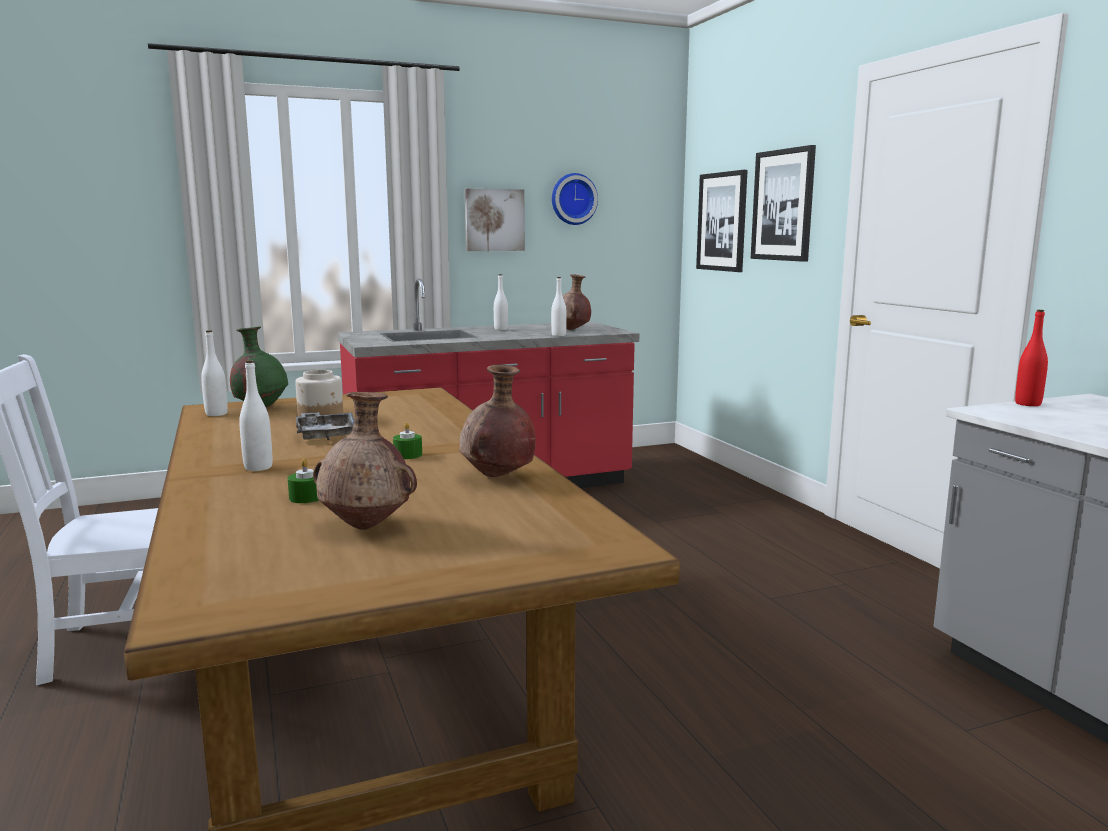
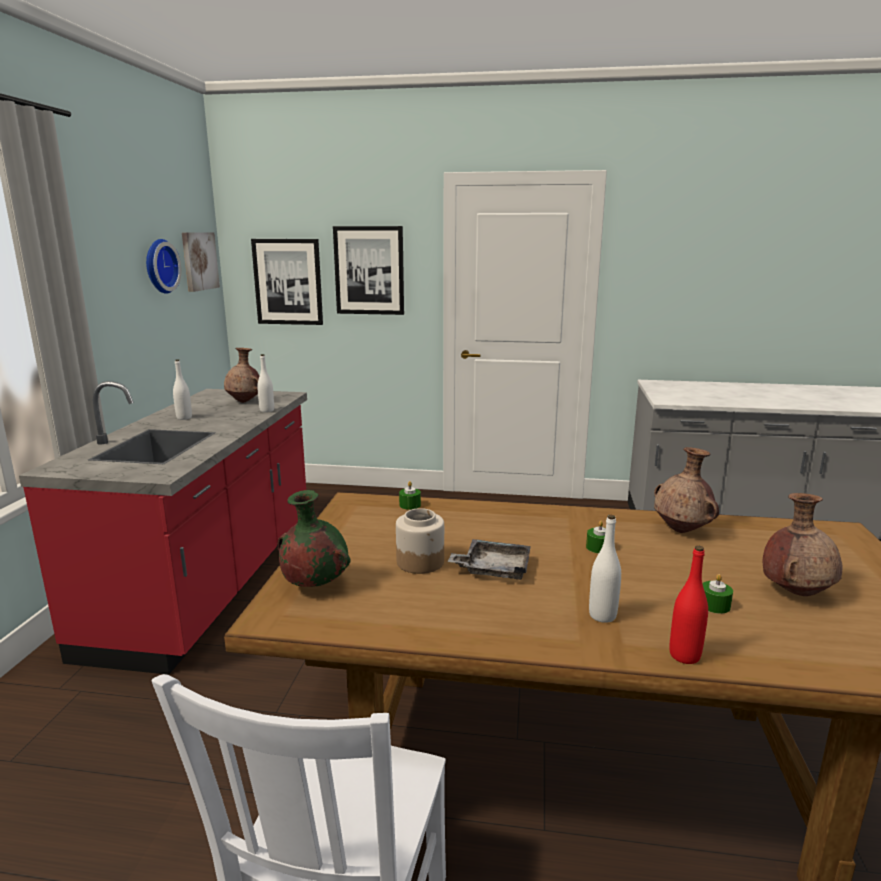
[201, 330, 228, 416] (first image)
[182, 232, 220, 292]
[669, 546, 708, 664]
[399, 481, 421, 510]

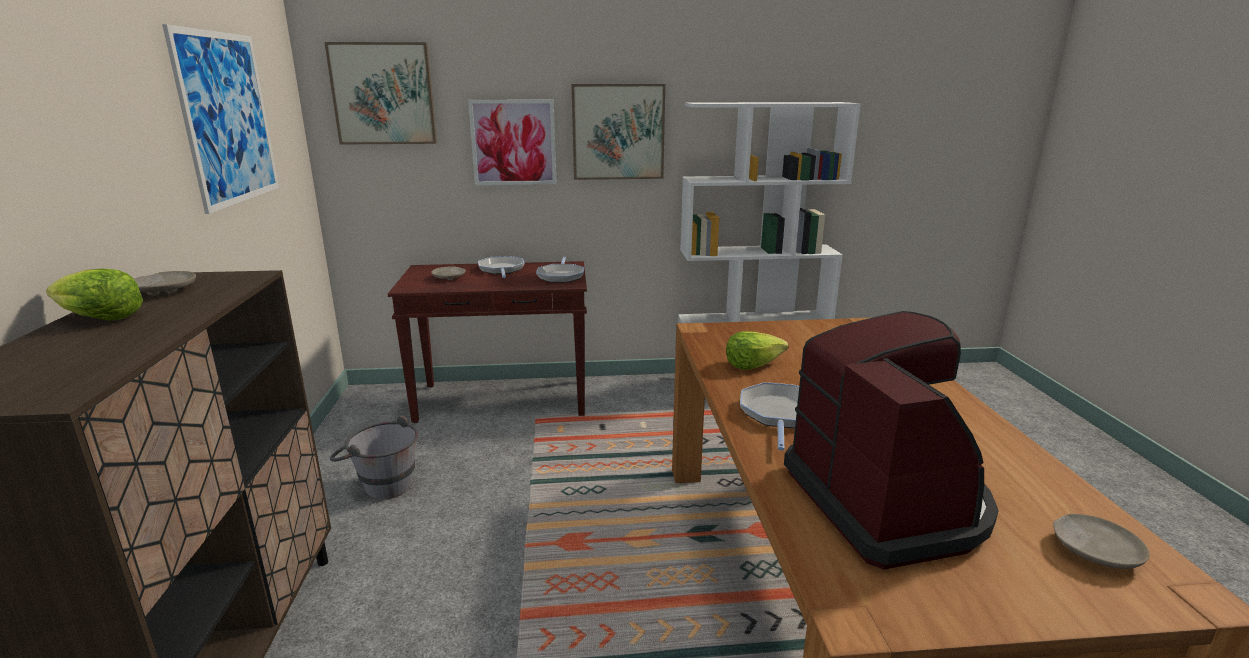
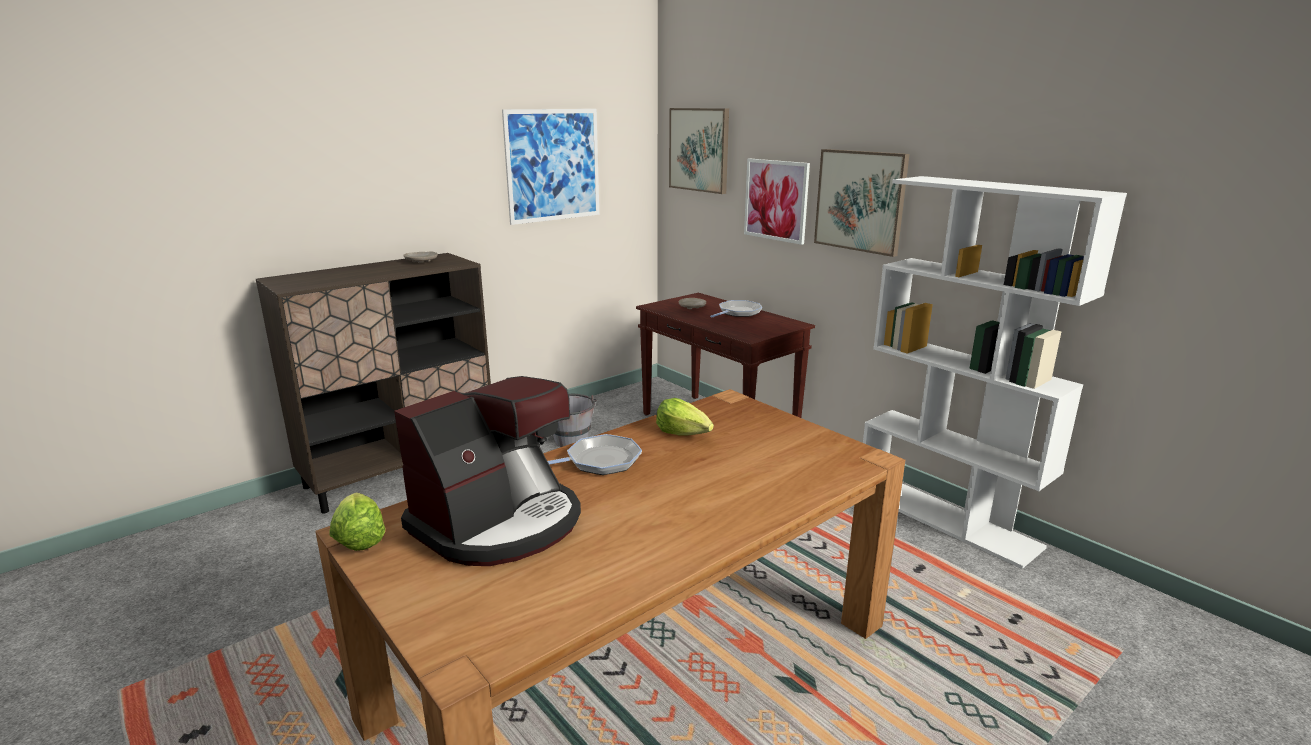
[330, 493, 385, 551]
[536, 257, 584, 283] (first image)
[1053, 514, 1149, 569] (first image)

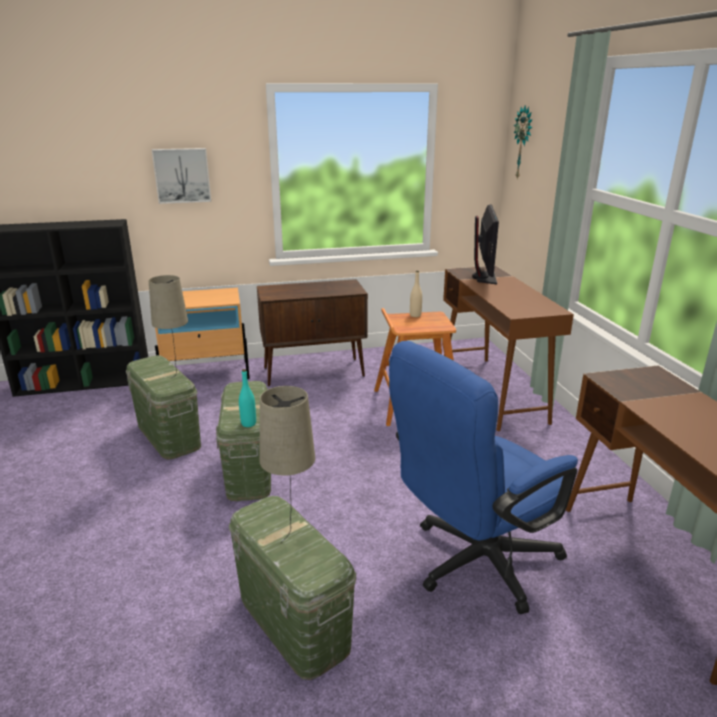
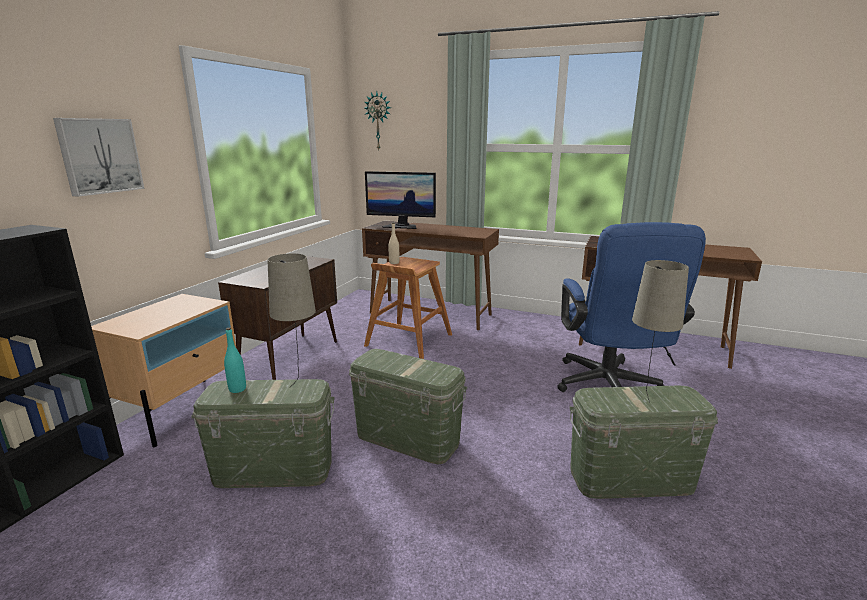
[224, 327, 246, 393]
[365, 171, 436, 229]

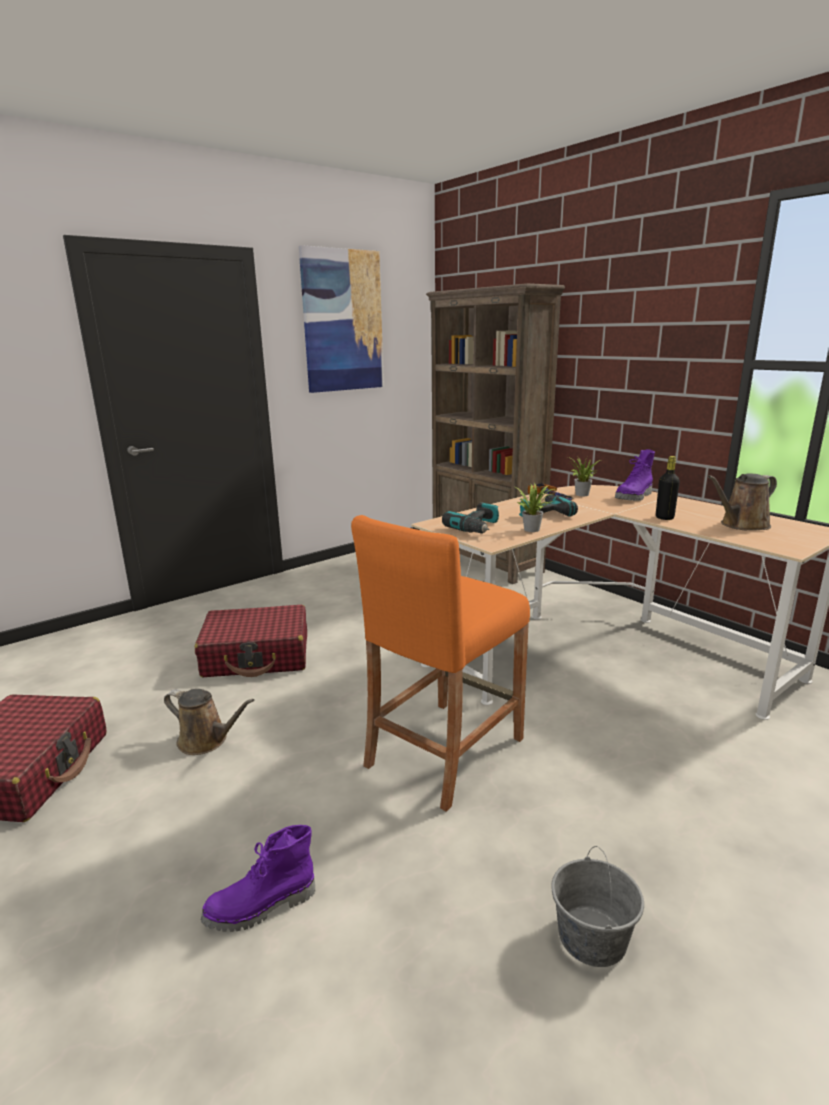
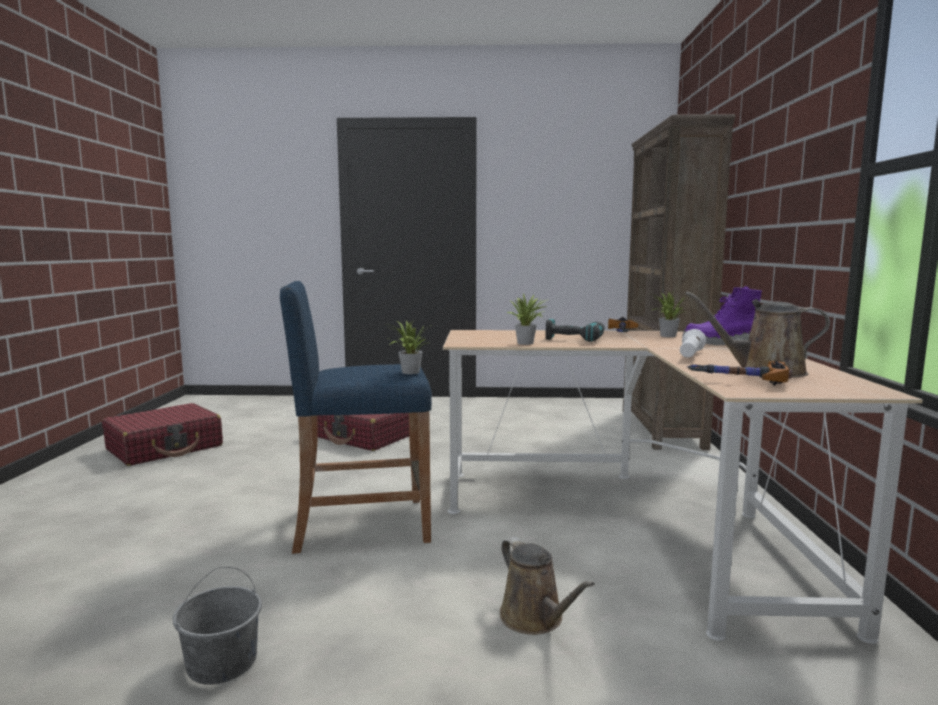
[500, 537, 595, 635]
[201, 825, 315, 932] (first image)
[299, 245, 384, 393] (first image)
[280, 281, 432, 554]
[442, 502, 499, 534] (first image)
[680, 329, 706, 358]
[387, 321, 428, 374]
[687, 360, 792, 386]

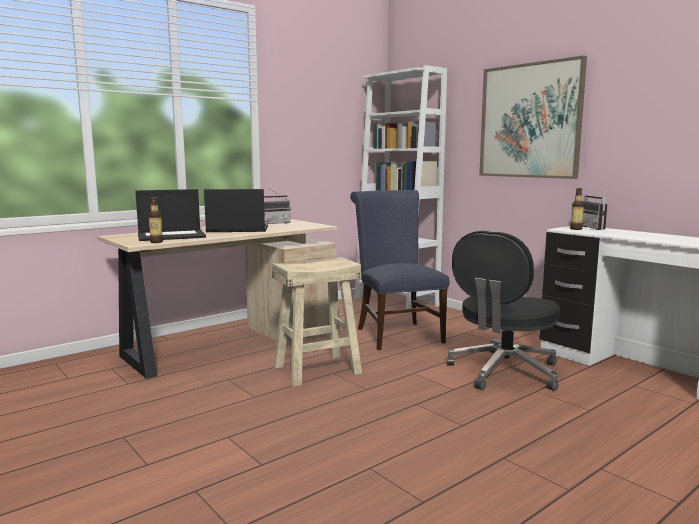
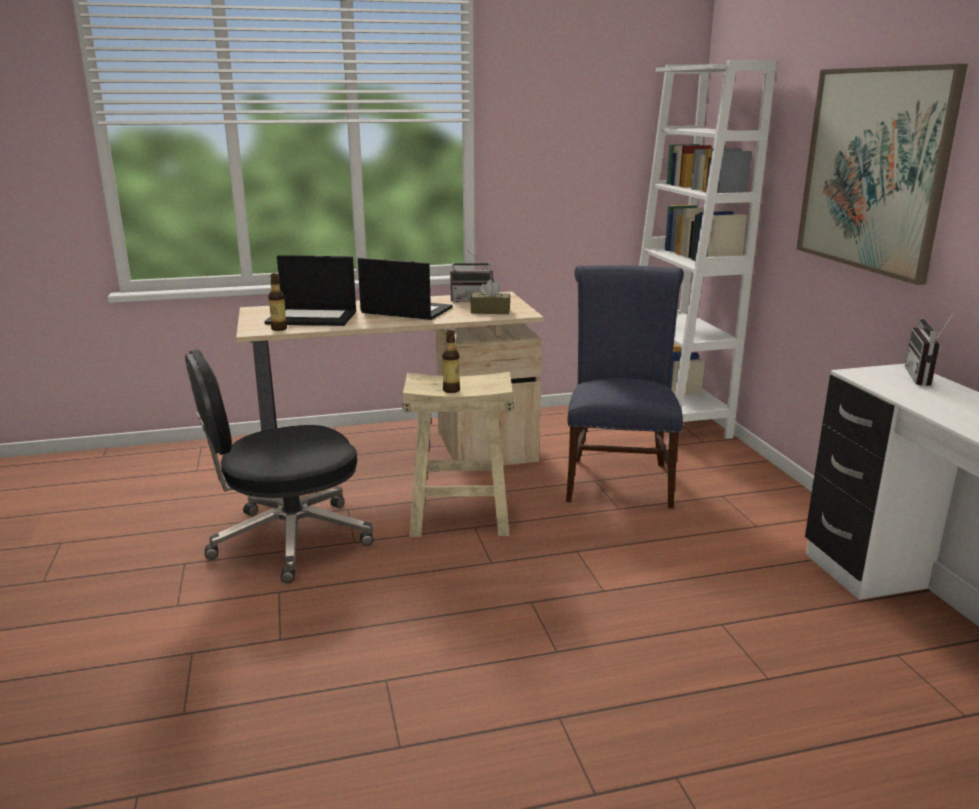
[185, 349, 373, 583]
[442, 330, 460, 393]
[470, 280, 510, 314]

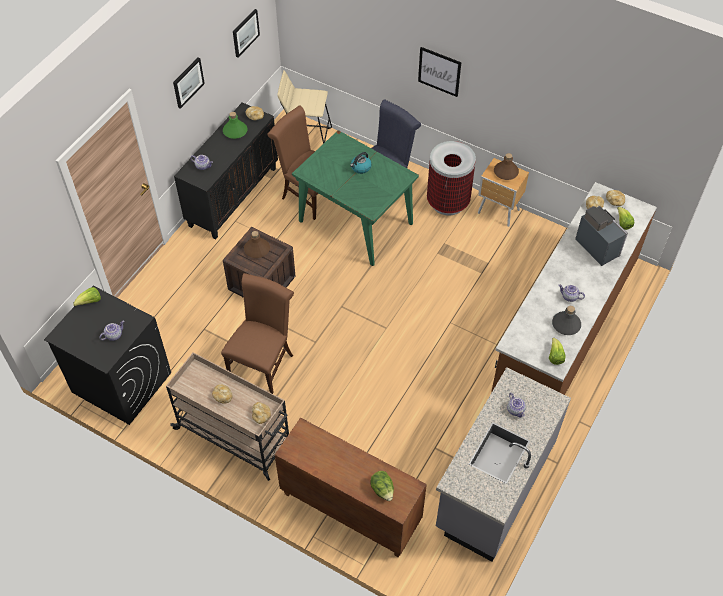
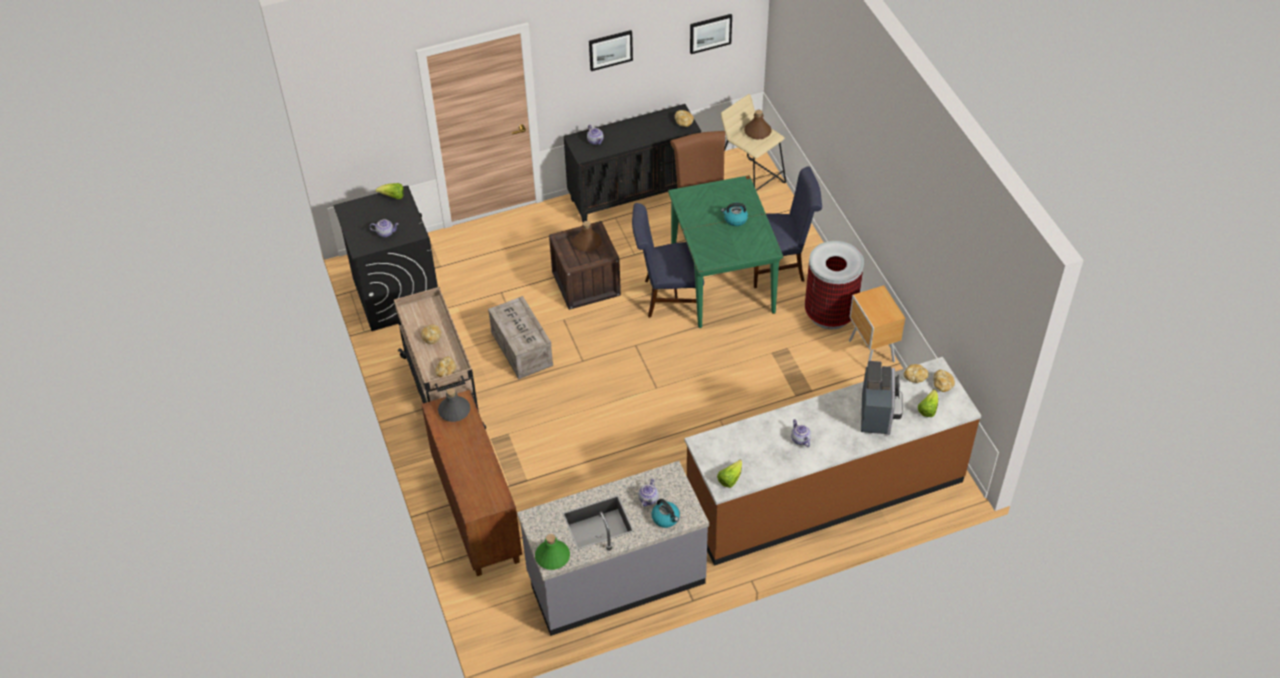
[488, 296, 553, 379]
[535, 534, 570, 570]
[370, 471, 394, 501] (first image)
[418, 47, 461, 97] (first image)
[744, 110, 772, 140]
[438, 388, 470, 422]
[632, 203, 704, 318]
[651, 499, 680, 528]

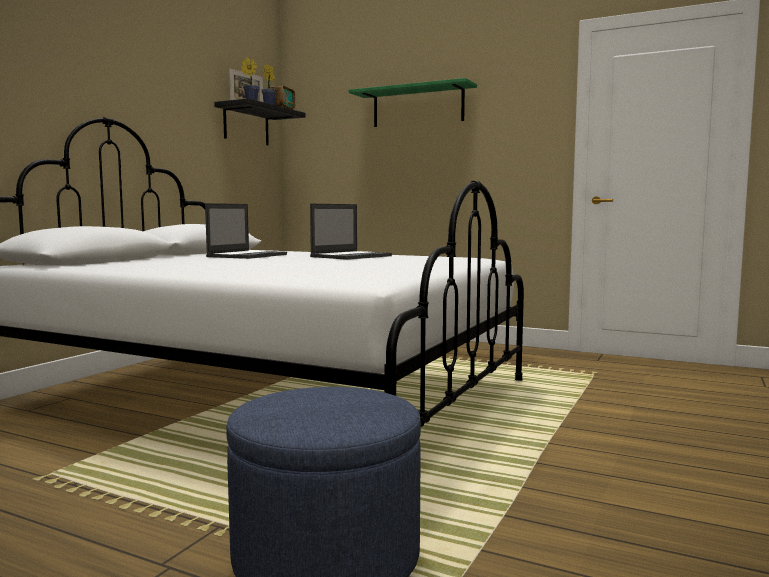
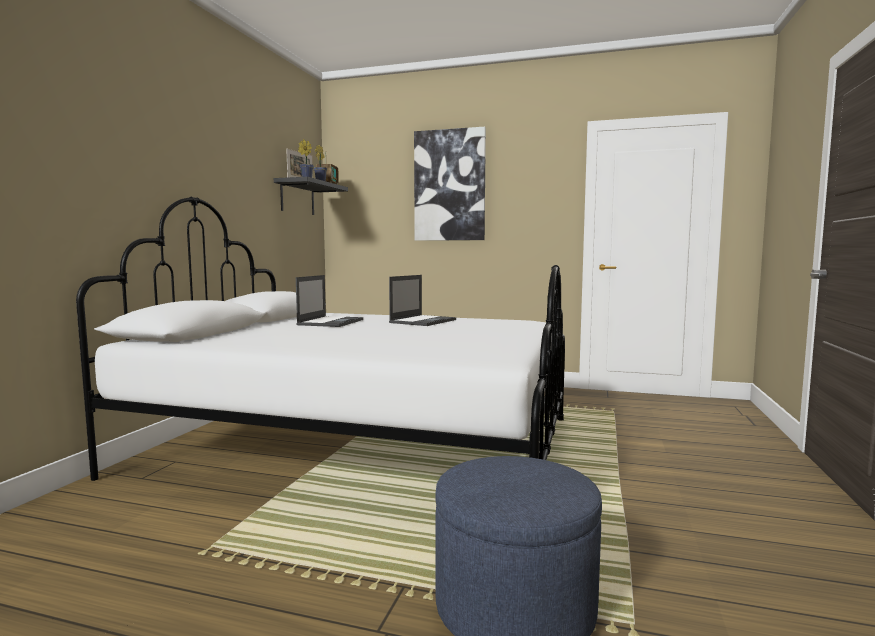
[414, 127, 486, 241]

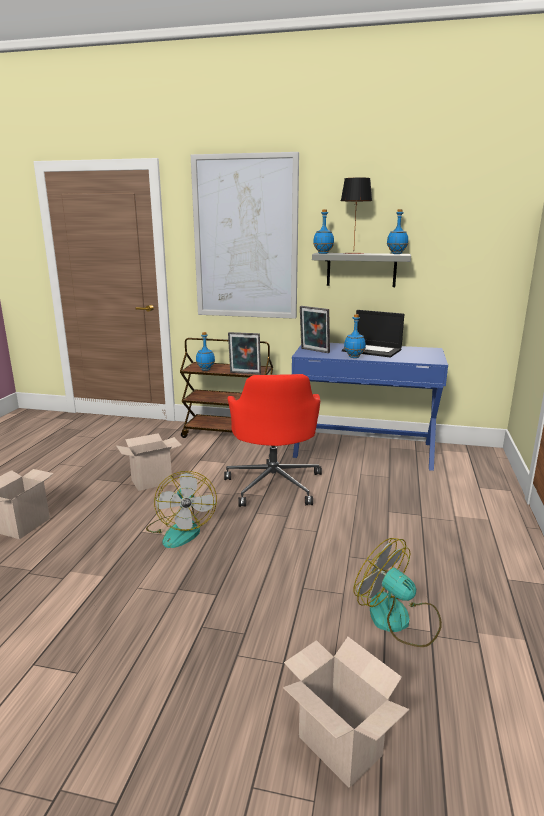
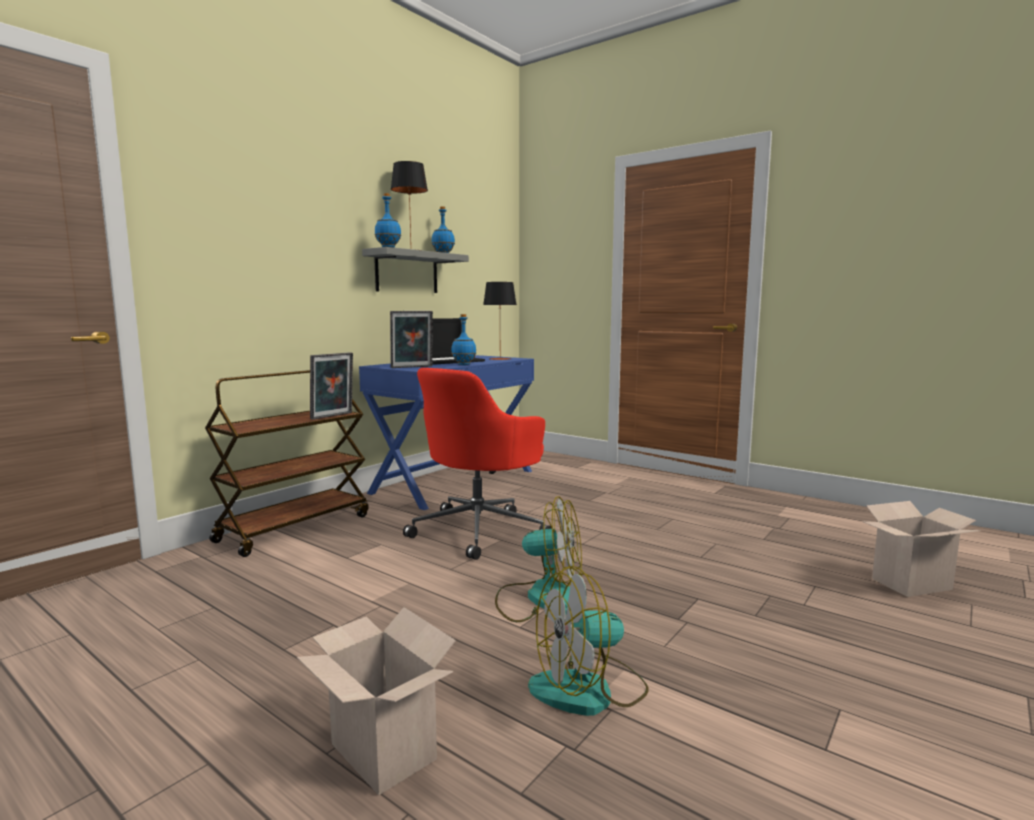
[116, 433, 181, 491] (first image)
[191, 152, 299, 319] (first image)
[196, 332, 215, 371] (first image)
[403, 368, 552, 560]
[528, 566, 649, 716]
[483, 282, 516, 360]

